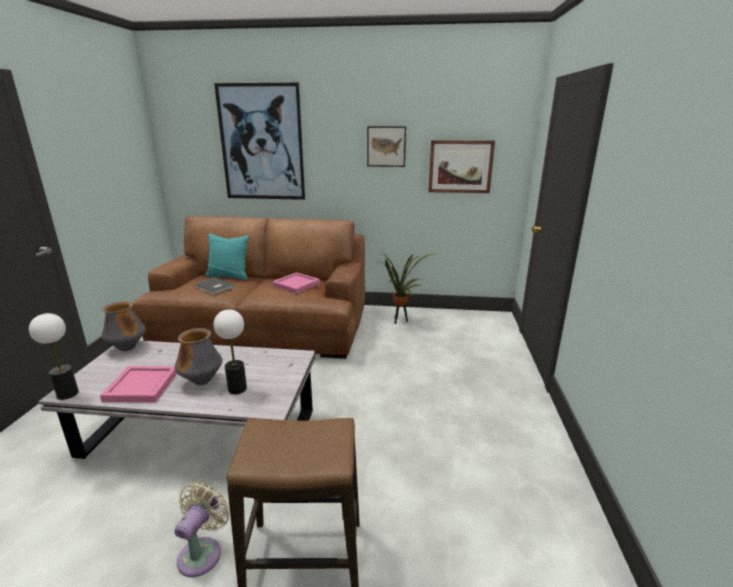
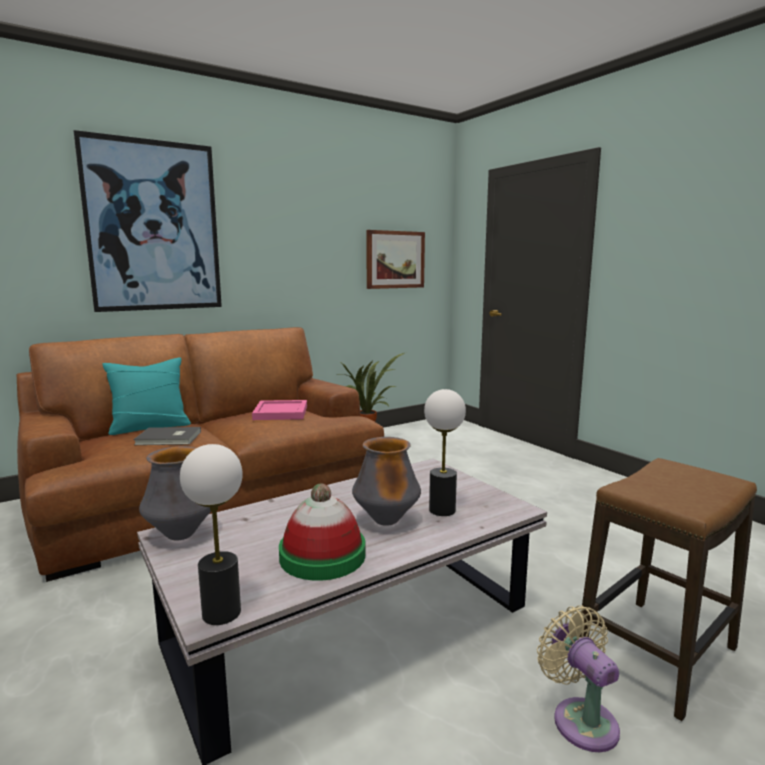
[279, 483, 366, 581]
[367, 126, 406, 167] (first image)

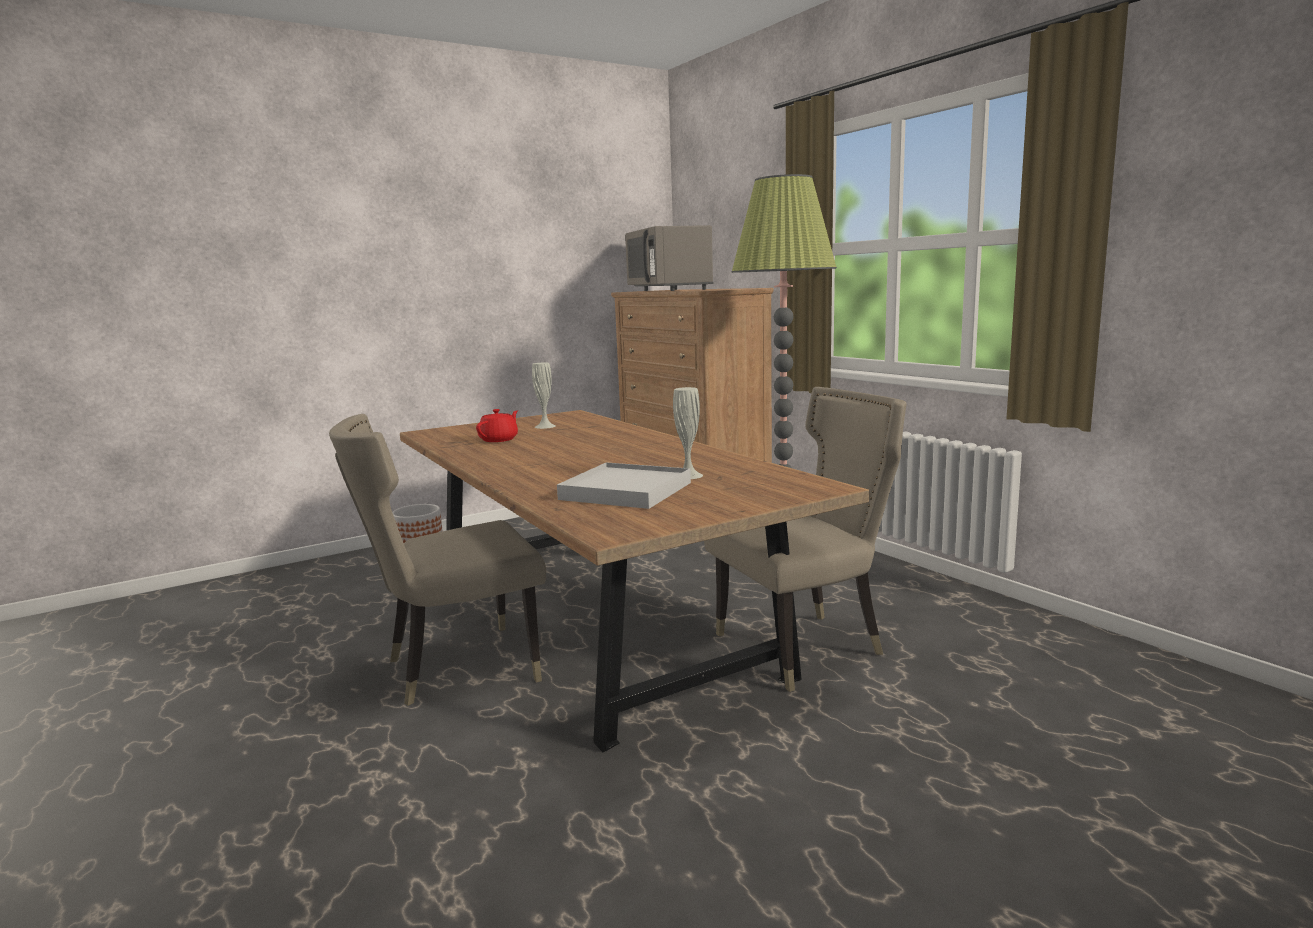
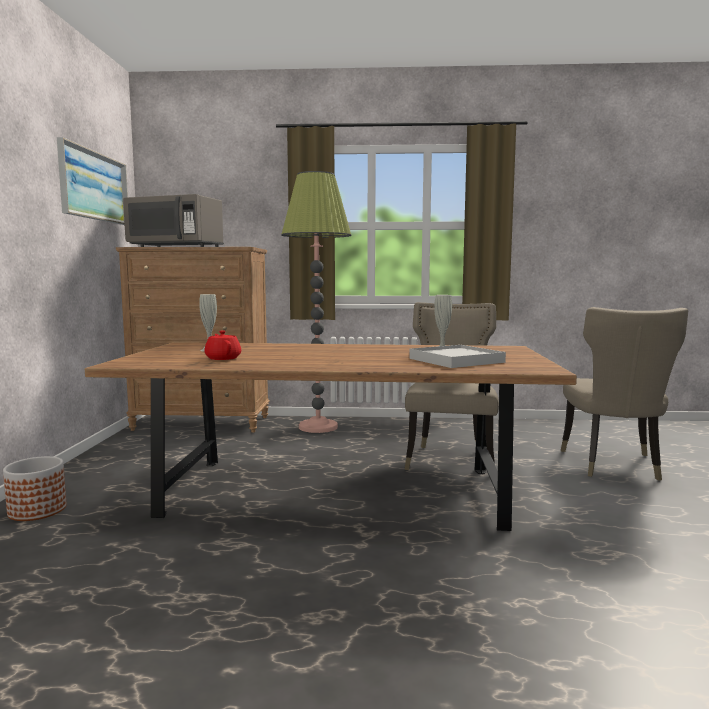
[561, 307, 688, 481]
[57, 137, 128, 225]

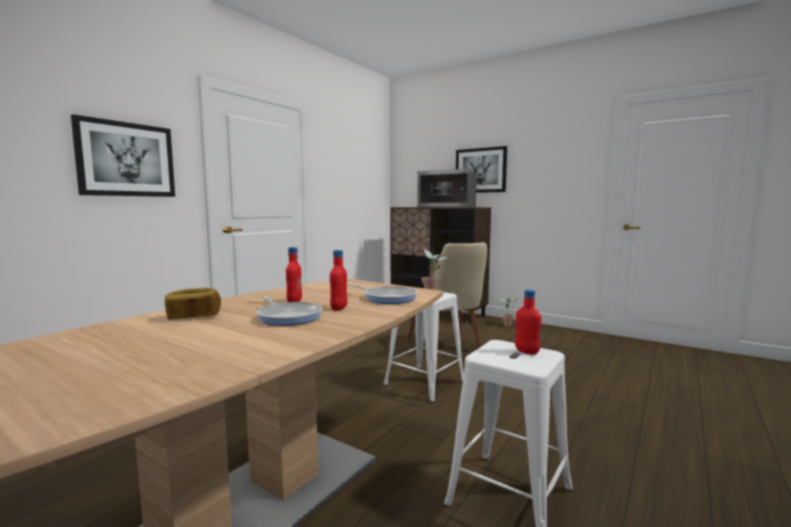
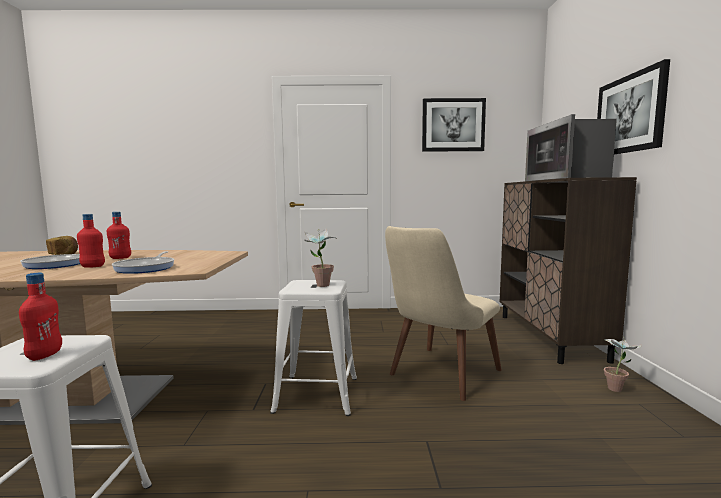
[422, 98, 486, 152]

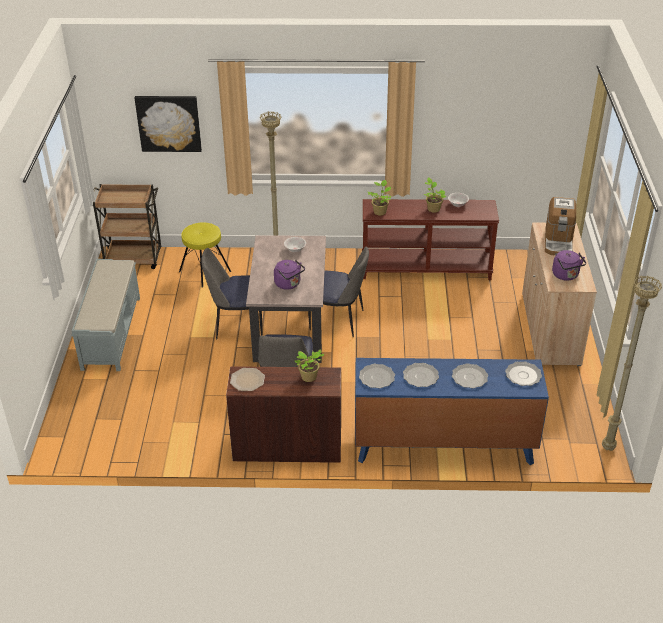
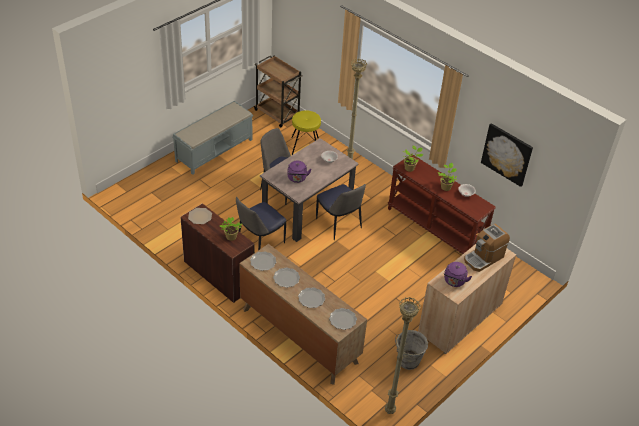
[481, 123, 533, 187]
[239, 244, 367, 385]
[395, 330, 428, 370]

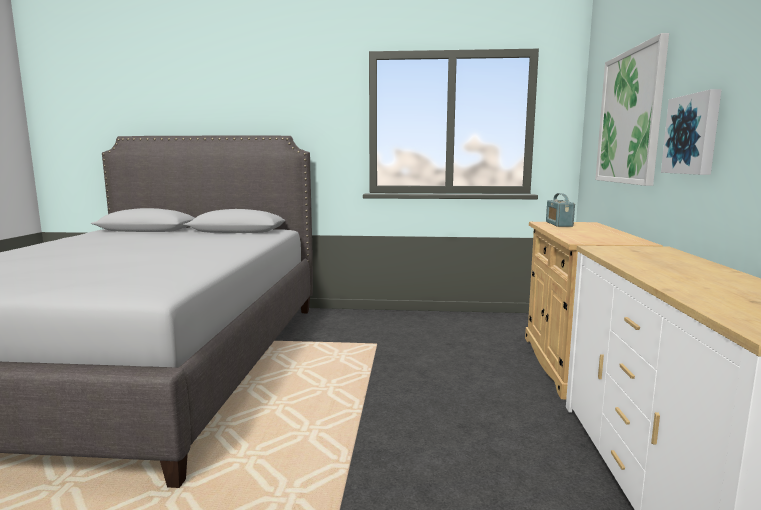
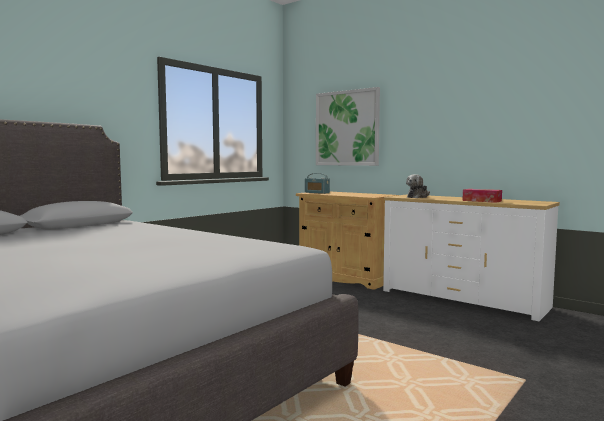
[661, 89, 722, 175] (first image)
[406, 174, 430, 198]
[462, 189, 502, 203]

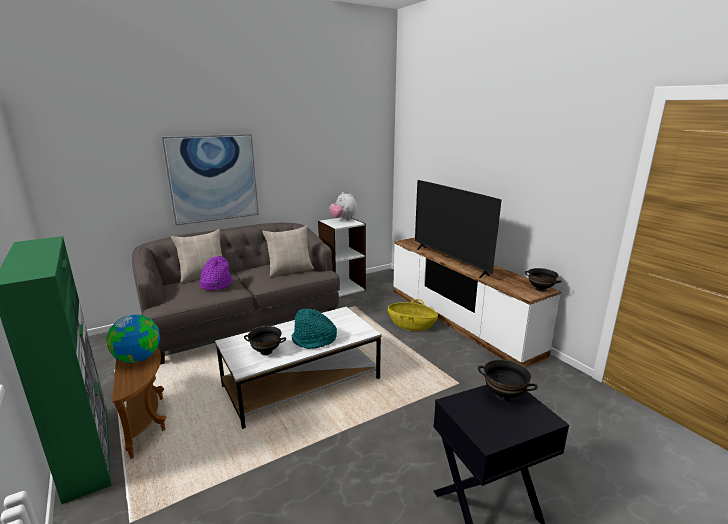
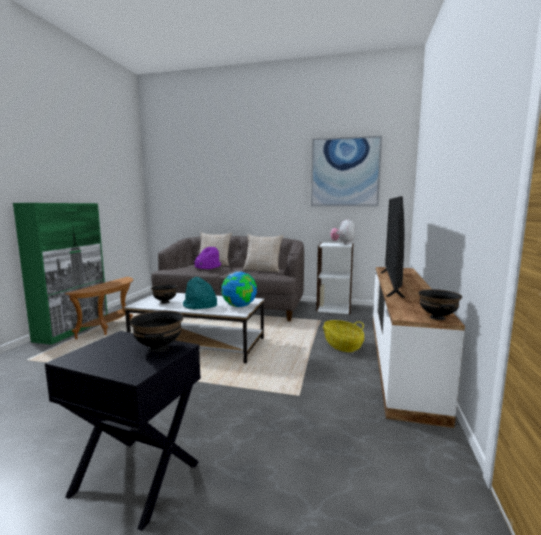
[221, 271, 257, 307]
[311, 136, 382, 206]

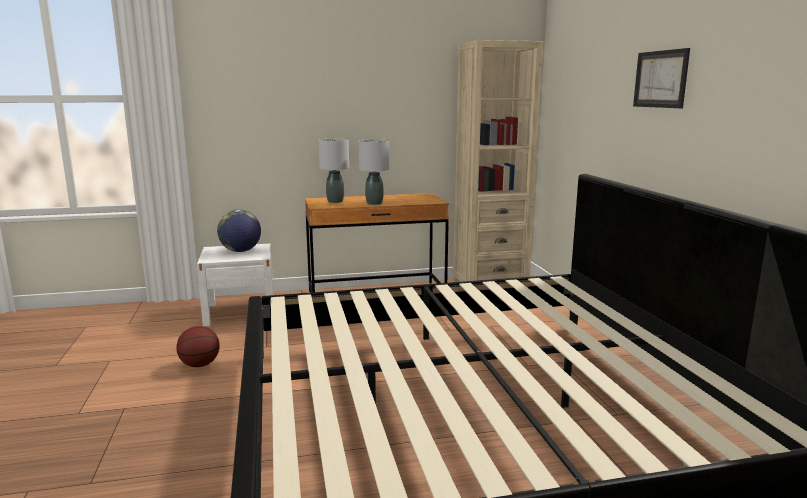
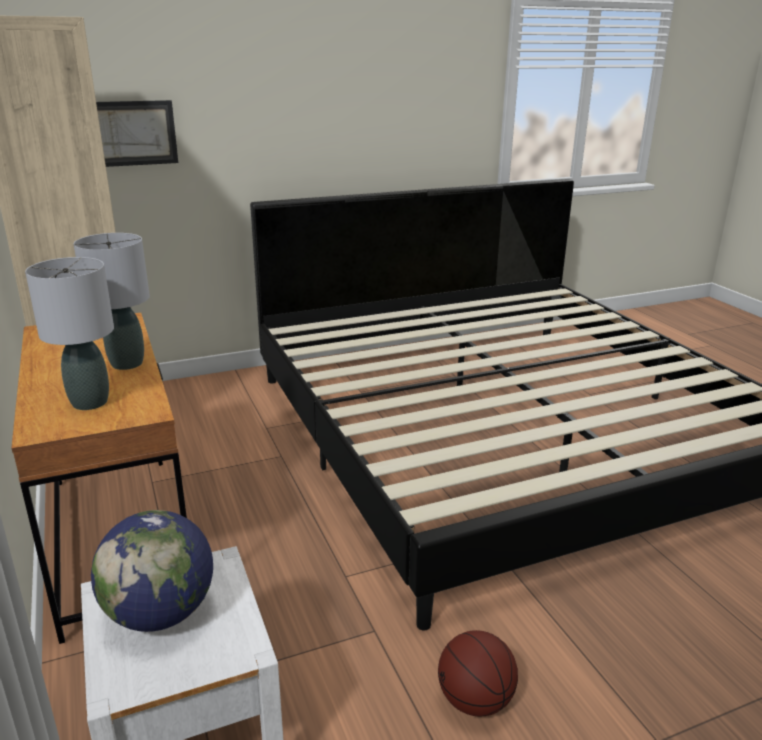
[96, 100, 178, 167]

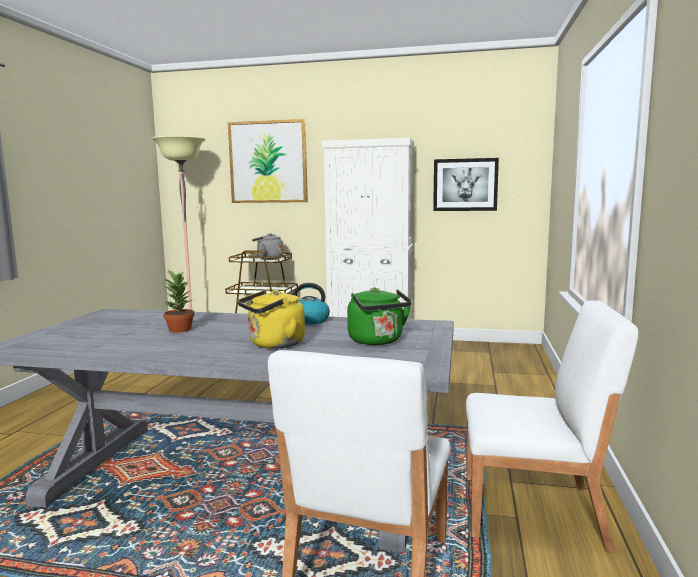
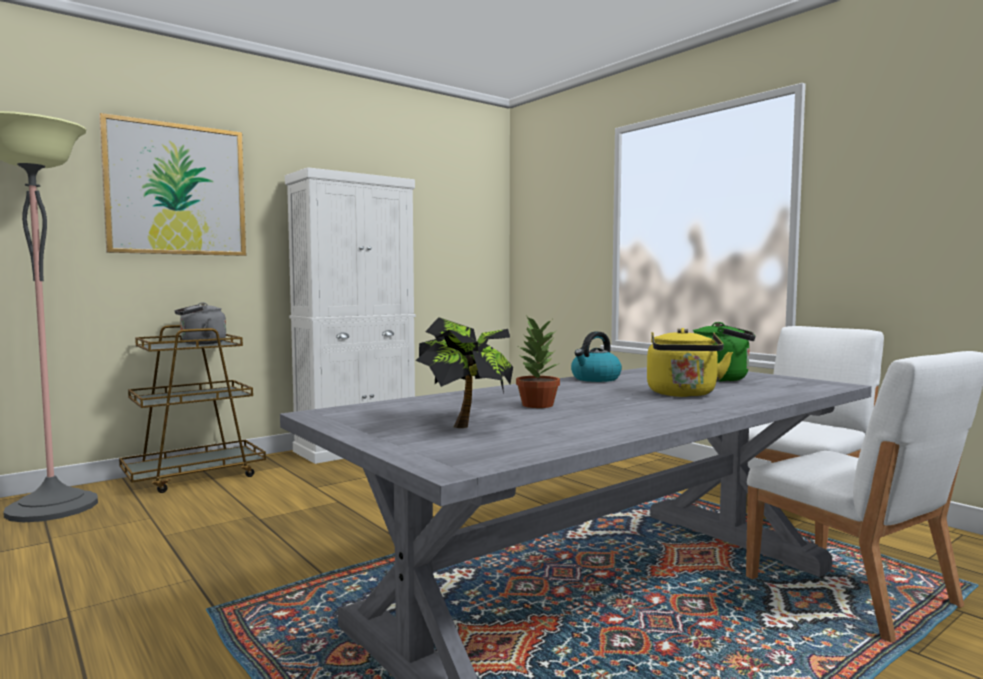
[433, 158, 499, 211] (first image)
[415, 317, 513, 428]

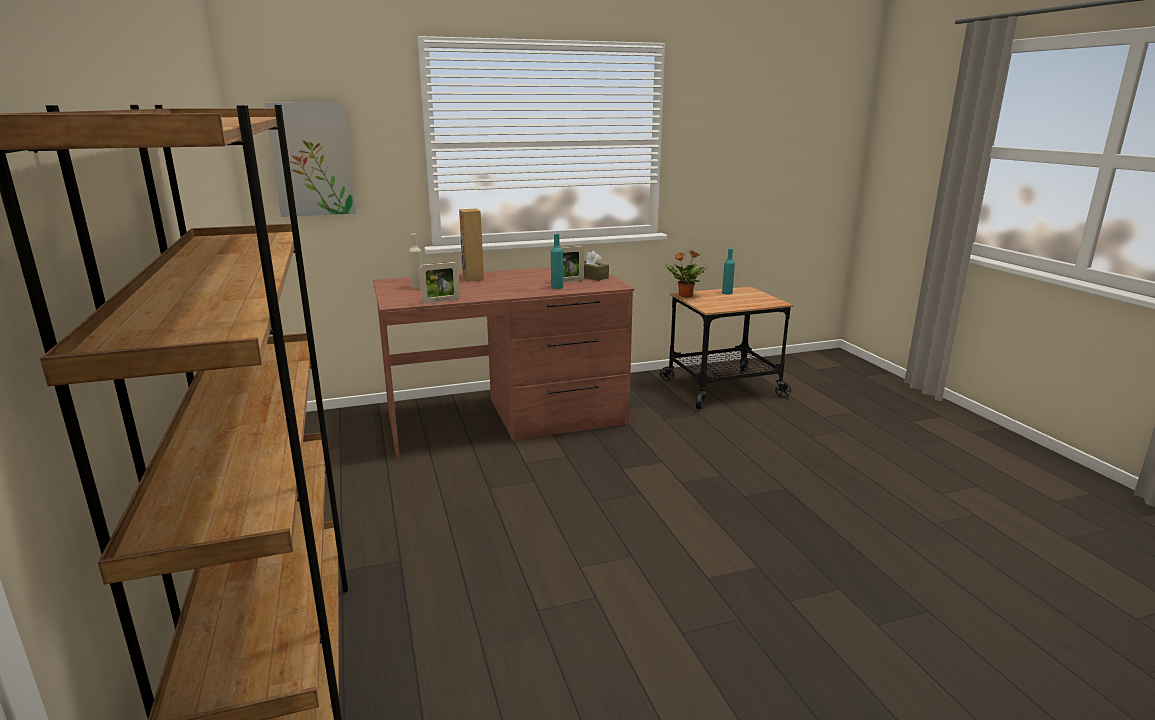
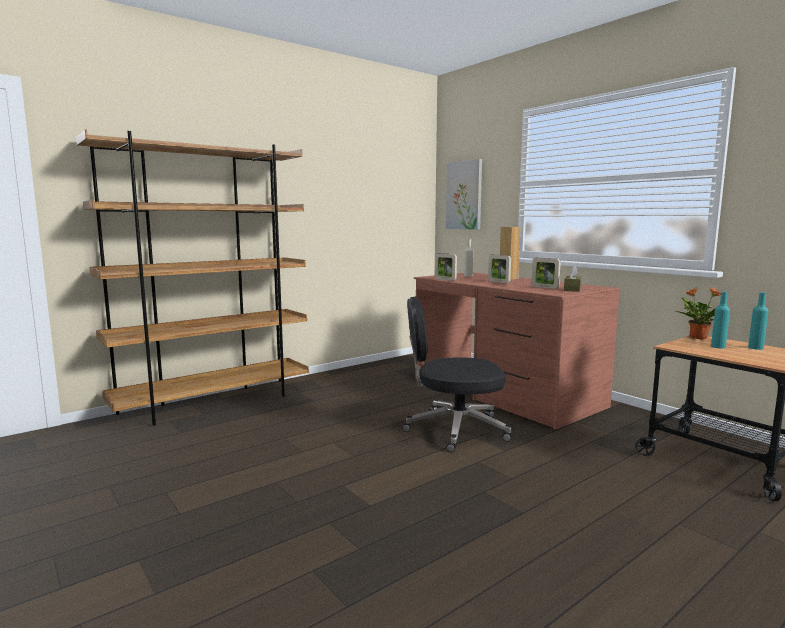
[711, 292, 730, 349]
[402, 297, 512, 452]
[488, 255, 511, 283]

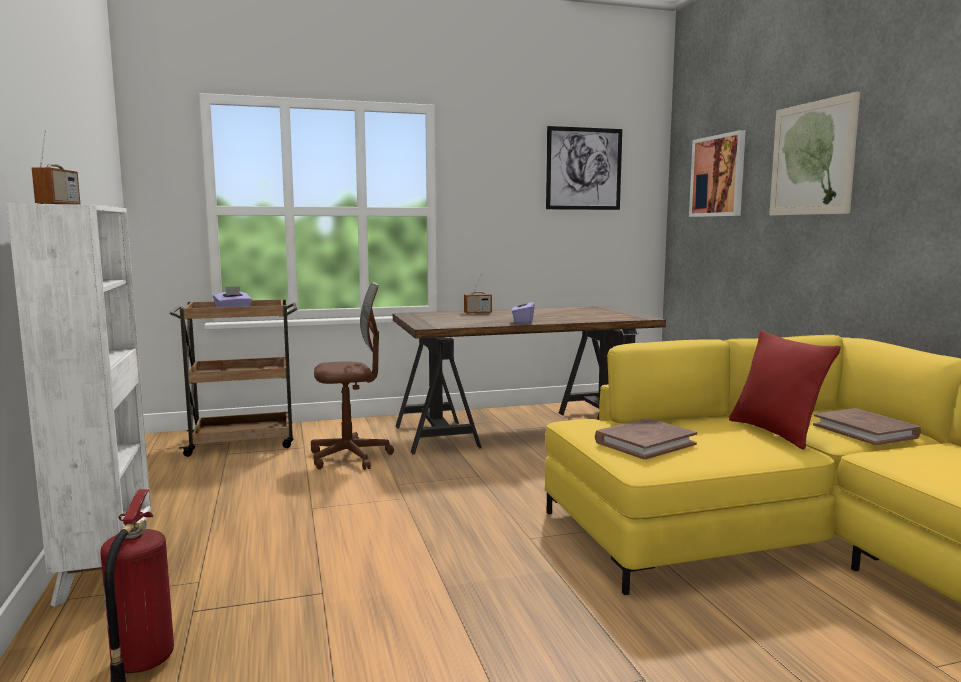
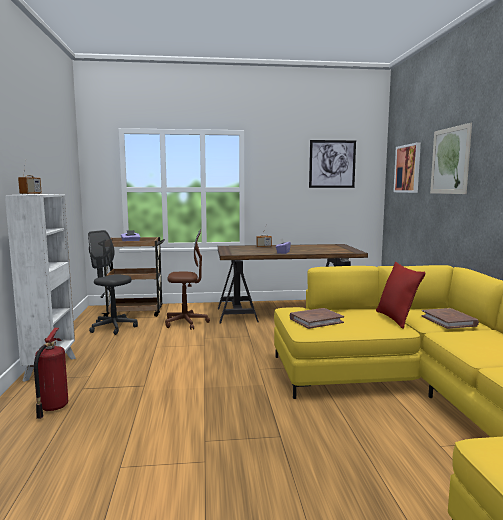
[88, 230, 138, 335]

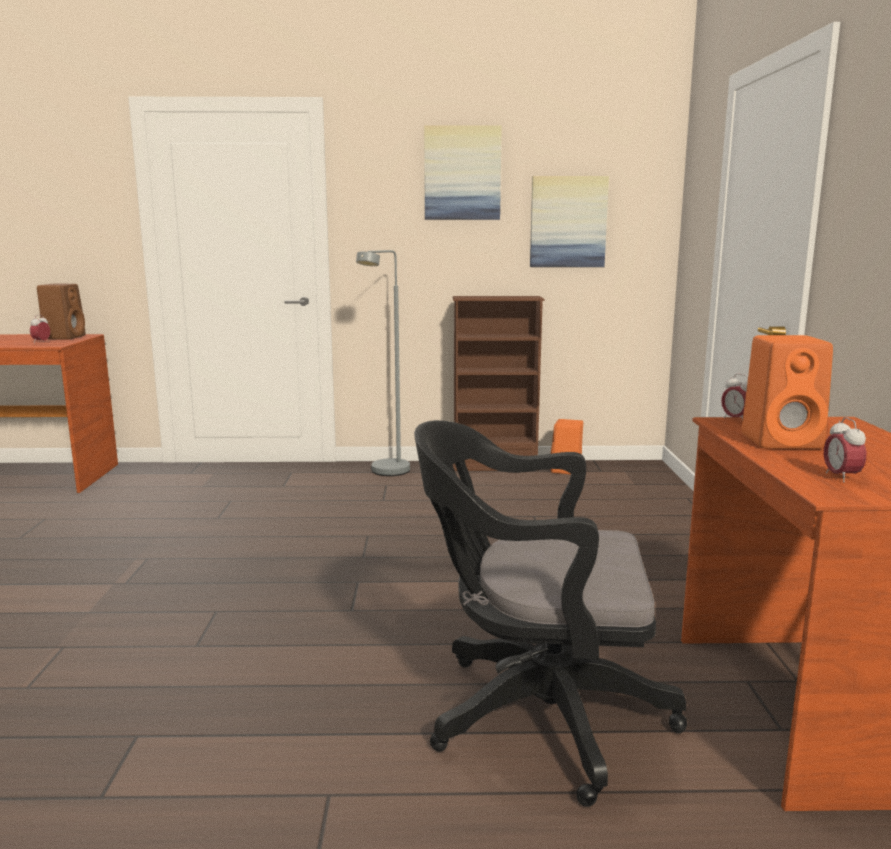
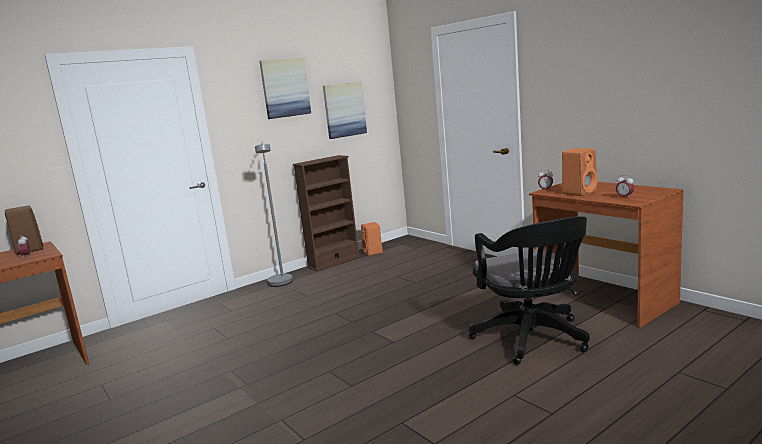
[469, 216, 590, 365]

